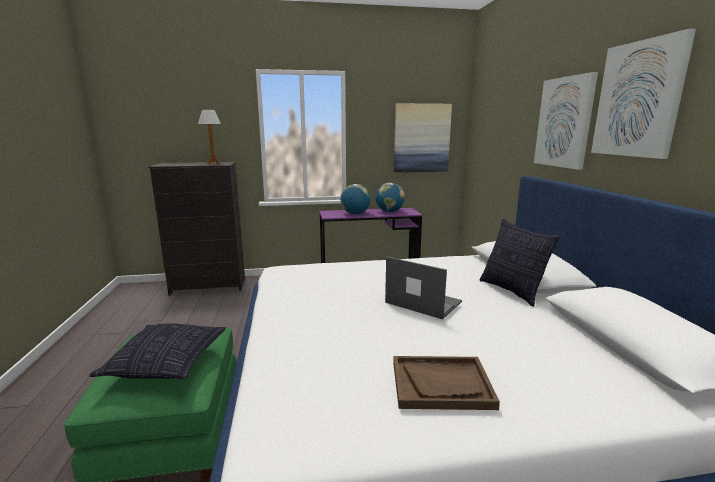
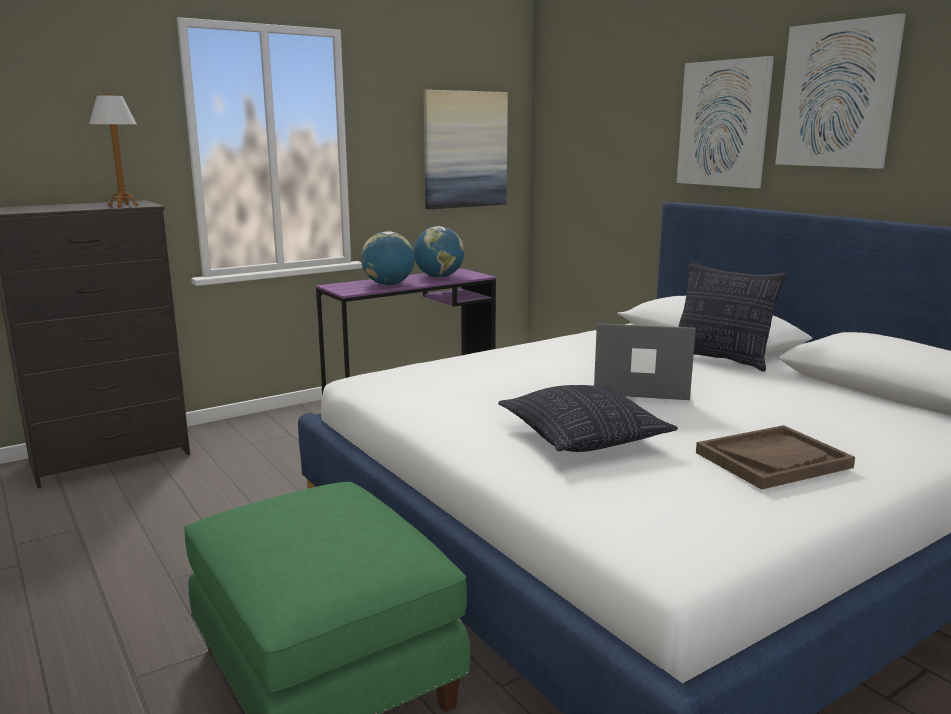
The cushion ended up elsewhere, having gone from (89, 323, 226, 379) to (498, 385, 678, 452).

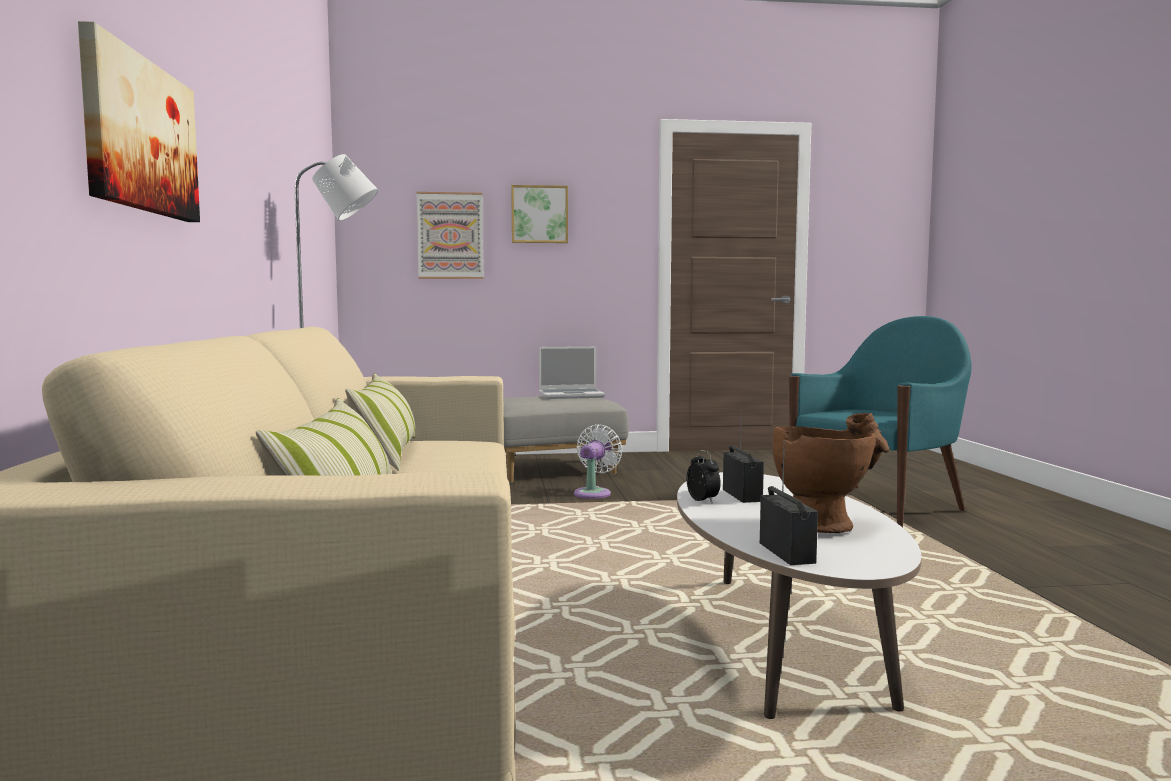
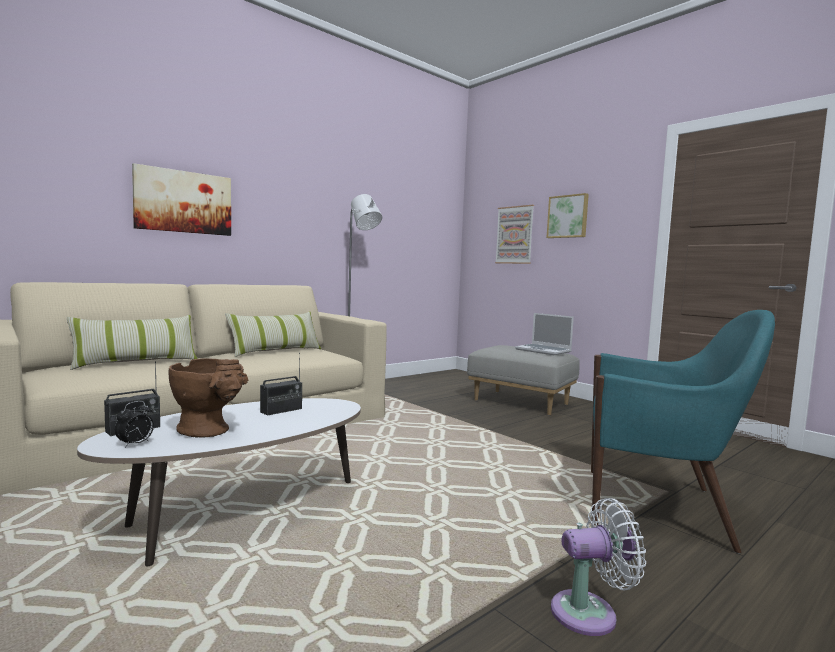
The cooling fan (white-coloured) ended up elsewhere, having gone from (574, 424, 622, 499) to (551, 498, 646, 636).
The alarm clock ended up elsewhere, having gone from (687, 450, 721, 503) to (115, 401, 154, 448).

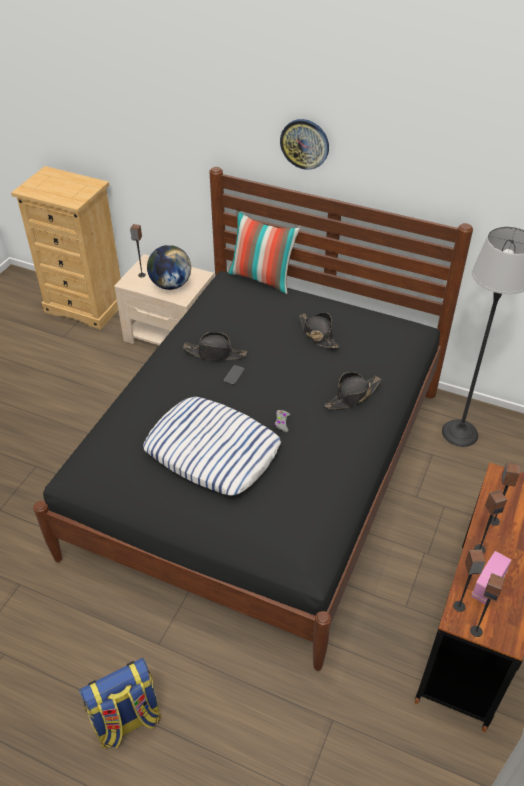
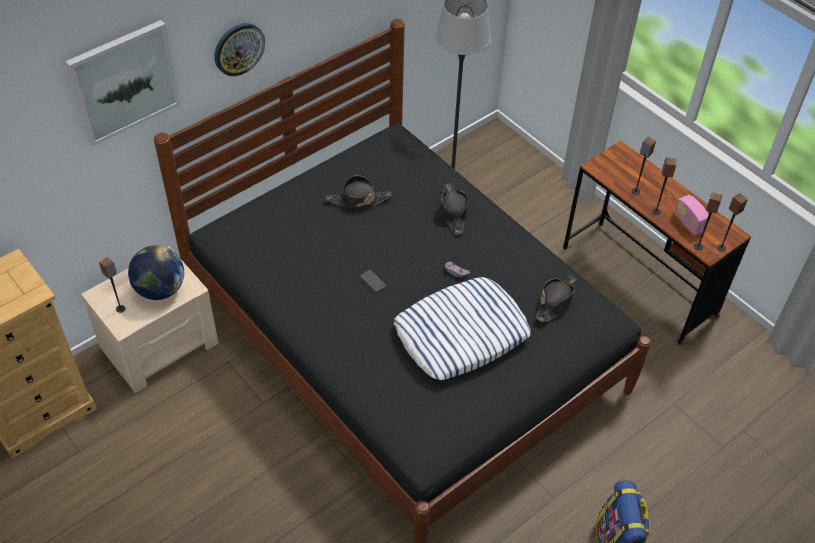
The second view lost the cushion at (228, 210, 300, 294).
The hat (black) ended up elsewhere, having gone from (183, 332, 247, 360) to (536, 276, 577, 323).
The second view gained the wall art at (65, 20, 181, 146).

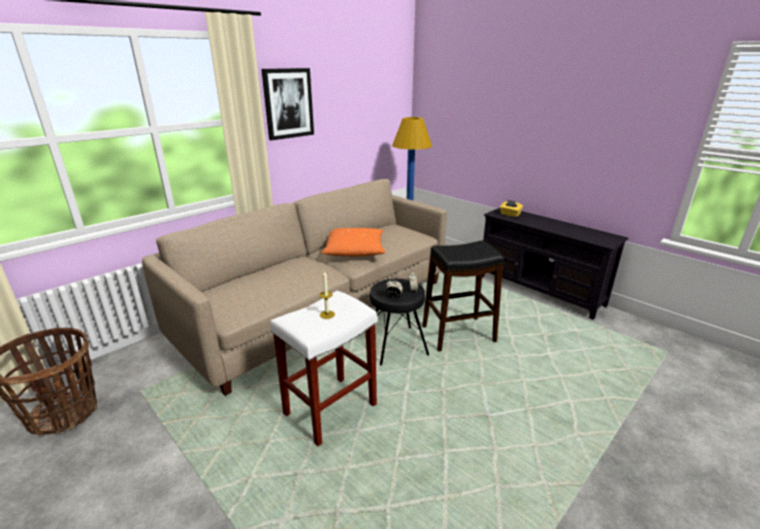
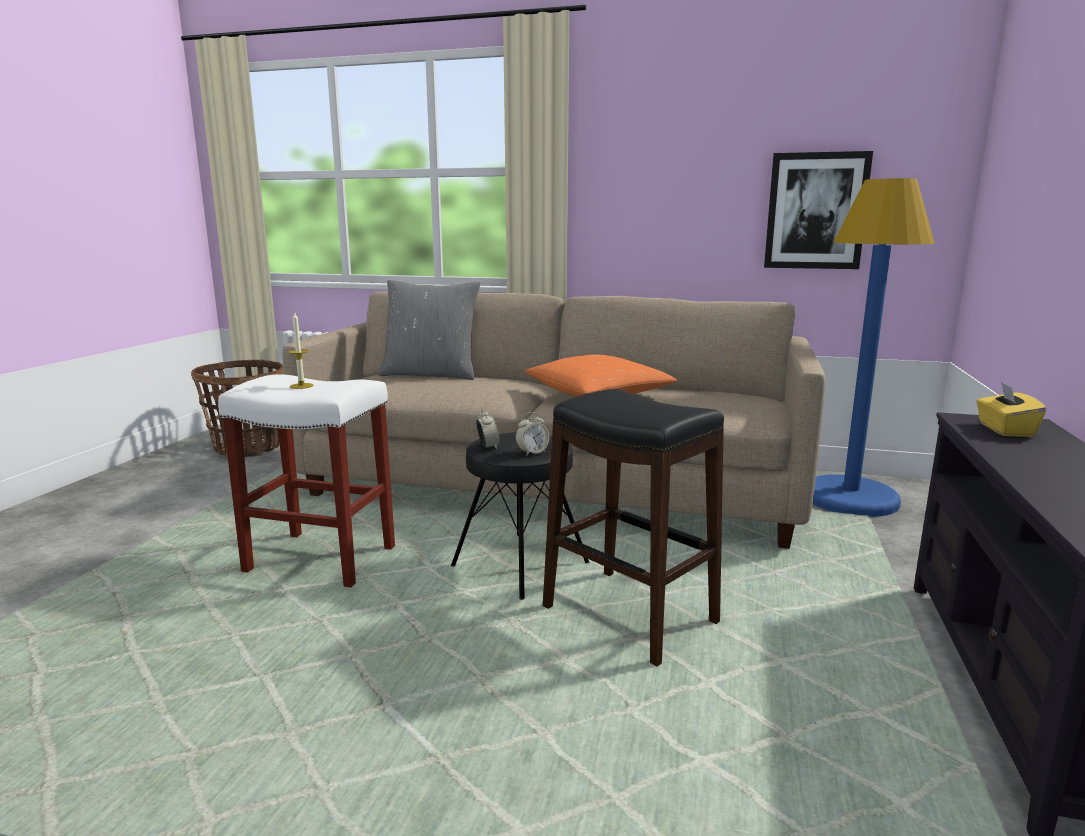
The wall art ended up elsewhere, having gone from (261, 68, 314, 141) to (764, 151, 873, 269).
The second view gained the cushion (greyish) at (378, 280, 480, 380).

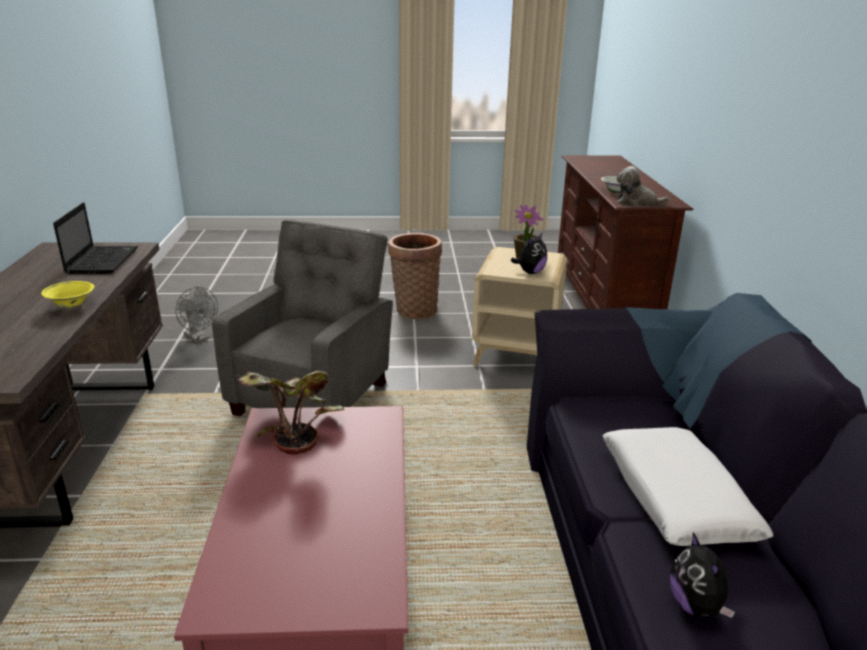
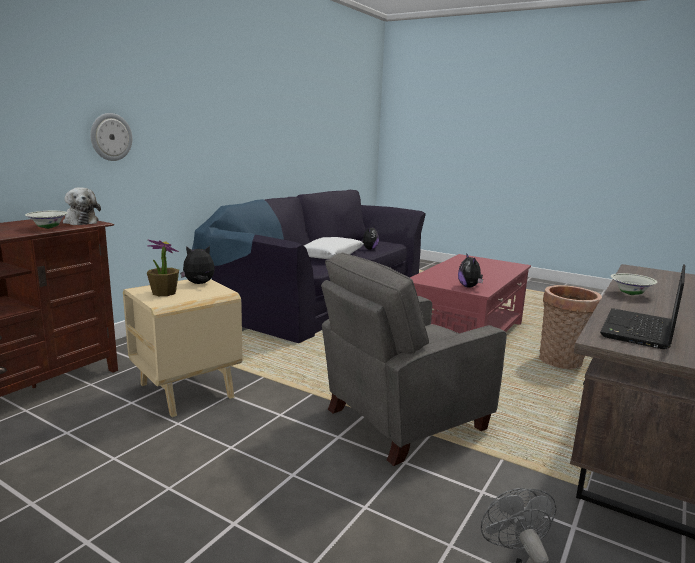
The basket ended up elsewhere, having gone from (388, 233, 442, 319) to (539, 285, 602, 369).
What was the deep dish (yellow-coloured) at (41, 281, 94, 308) turned into the deep dish (white-coloured) at (611, 273, 657, 295).
Where the houseplant stood at (237, 371, 344, 455), the plush toy came to stand at (458, 253, 483, 288).
The second view gained the wall clock at (90, 113, 132, 161).

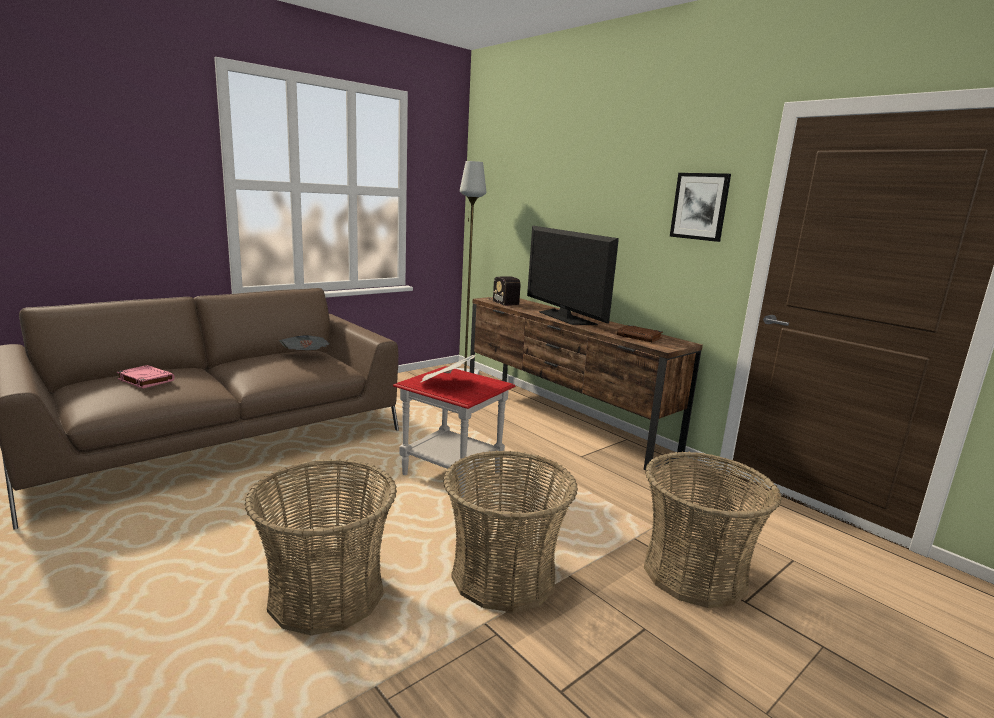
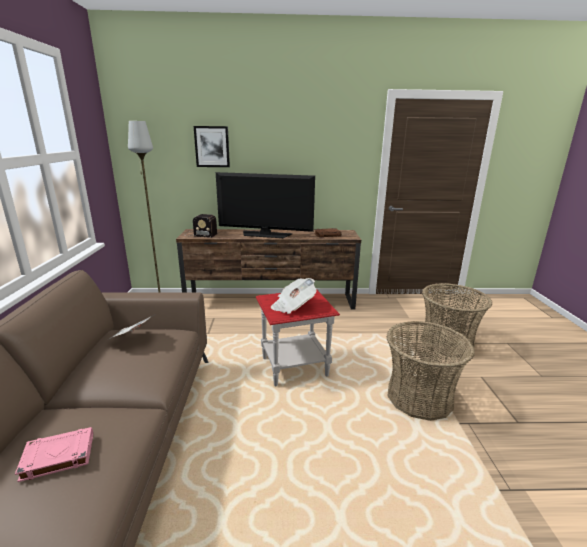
The wall art ended up elsewhere, having gone from (670, 173, 731, 242) to (194, 126, 230, 167).
The second view lost the basket at (244, 459, 397, 635).

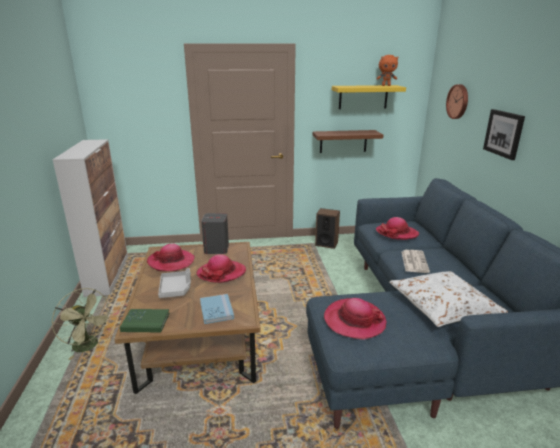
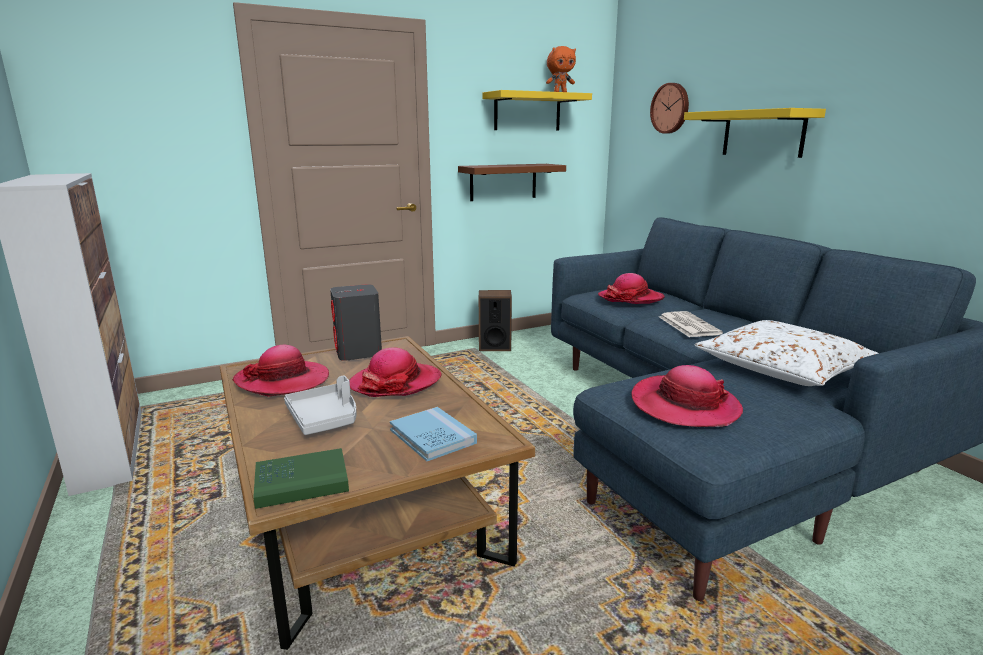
Where the wall art hung at (483, 109, 525, 160), the shelf (yellow-coloured) came to hang at (684, 108, 826, 158).
The second view lost the cooling fan (greenish) at (52, 288, 113, 360).

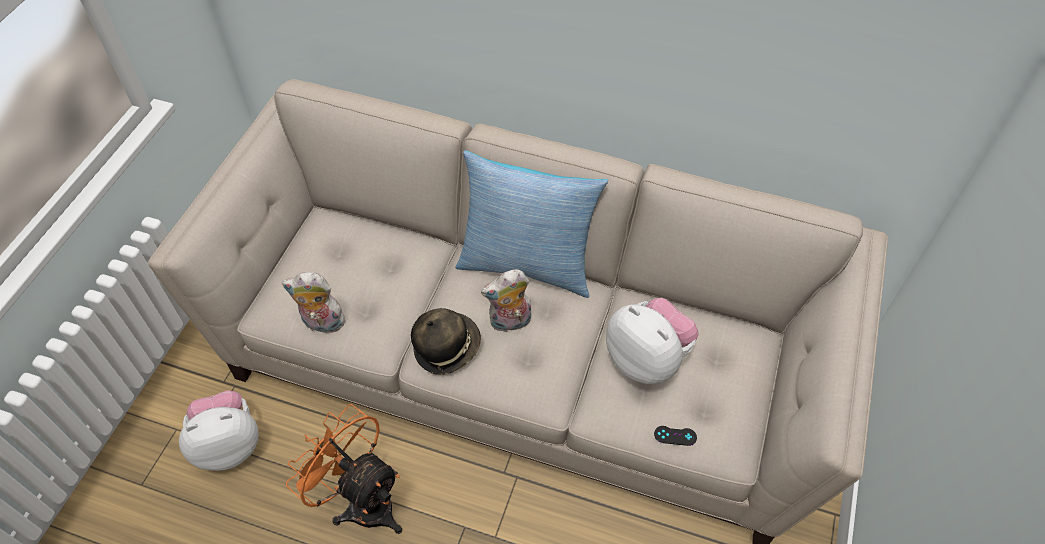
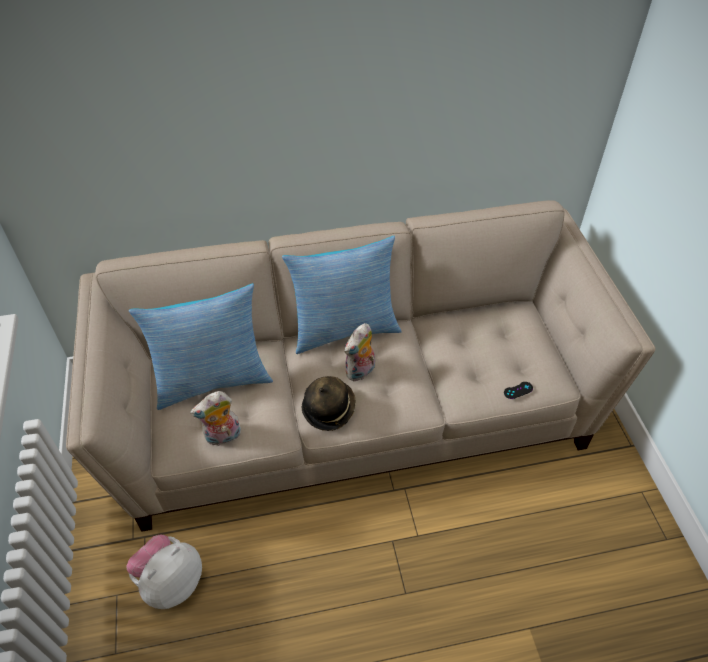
The second view lost the plush toy at (606, 298, 698, 384).
The second view lost the cooling fan (orange-coloured) at (286, 404, 402, 534).
The second view gained the cushion at (129, 283, 273, 410).

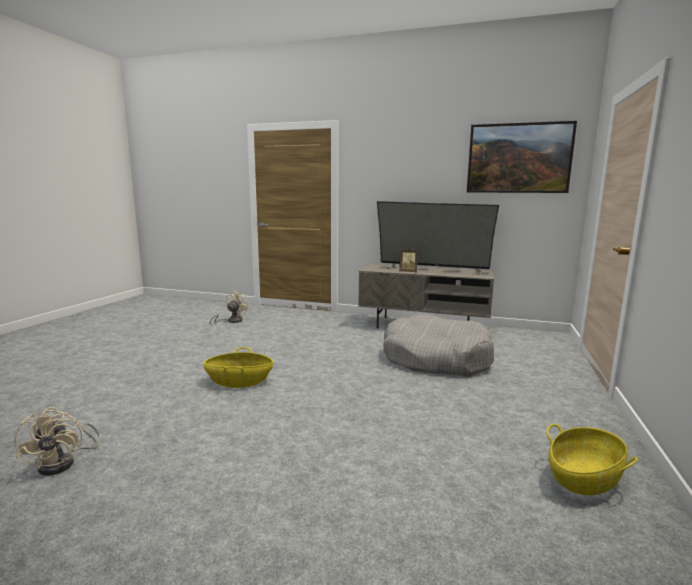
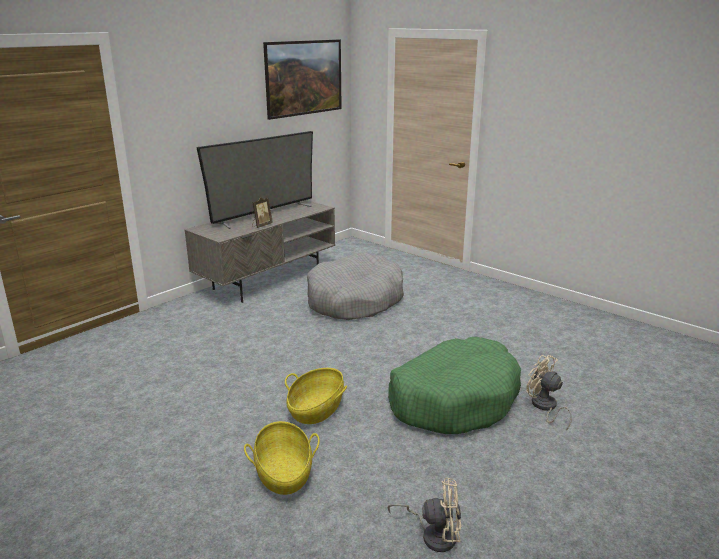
The cooling fan (beige-coloured) ended up elsewhere, having gone from (210, 291, 249, 324) to (526, 355, 572, 431).
The basket ended up elsewhere, having gone from (546, 424, 638, 496) to (244, 421, 320, 495).
The second view gained the pet bed (greenish) at (388, 337, 521, 434).

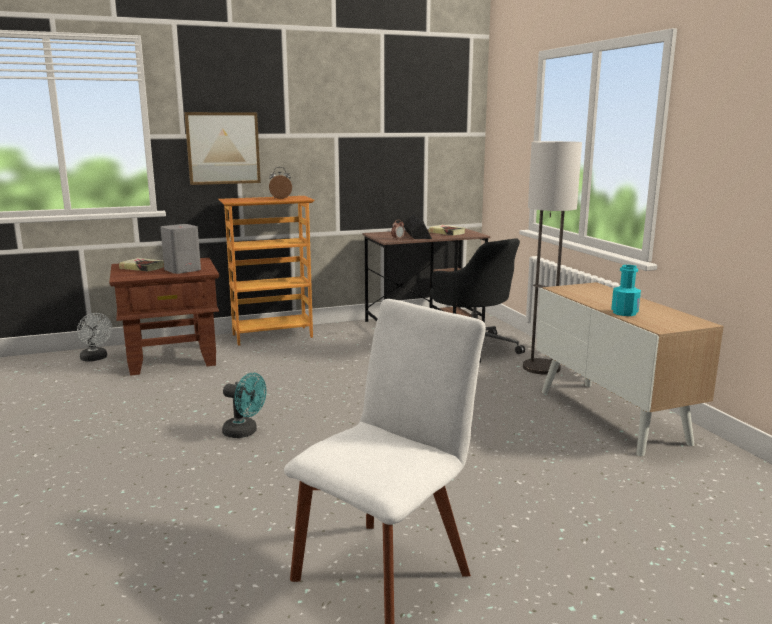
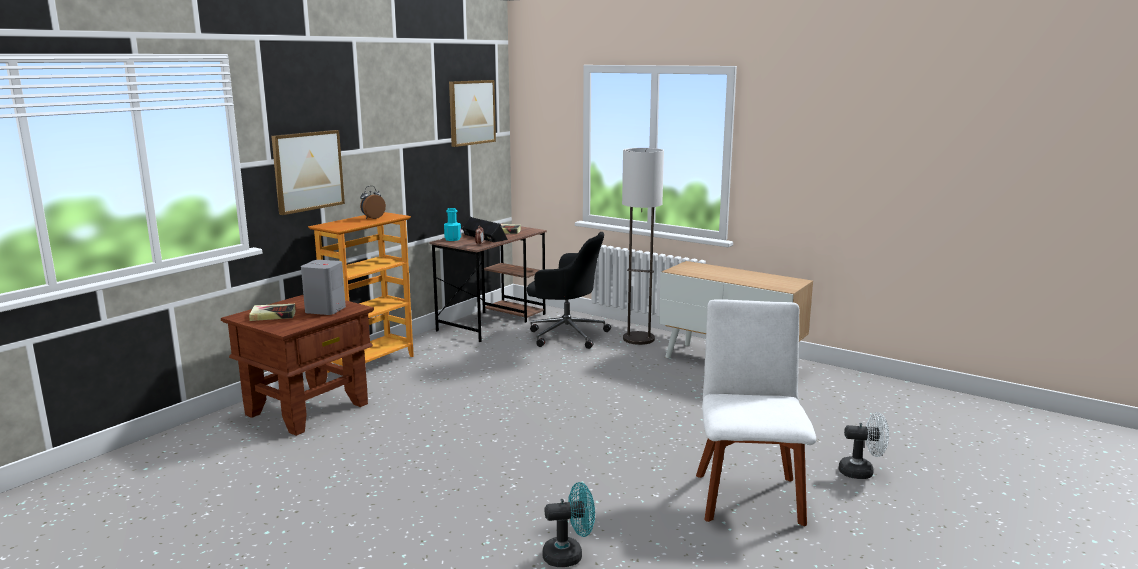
The bottle (turquoise-coloured) ended up elsewhere, having gone from (611, 265, 641, 316) to (444, 208, 461, 241).
The cooling fan (white-coloured) ended up elsewhere, having gone from (77, 313, 112, 362) to (839, 412, 889, 479).
The cooling fan (turquoise-coloured) ended up elsewhere, having gone from (222, 373, 266, 438) to (542, 482, 595, 567).
The second view gained the wall art at (449, 80, 496, 147).

